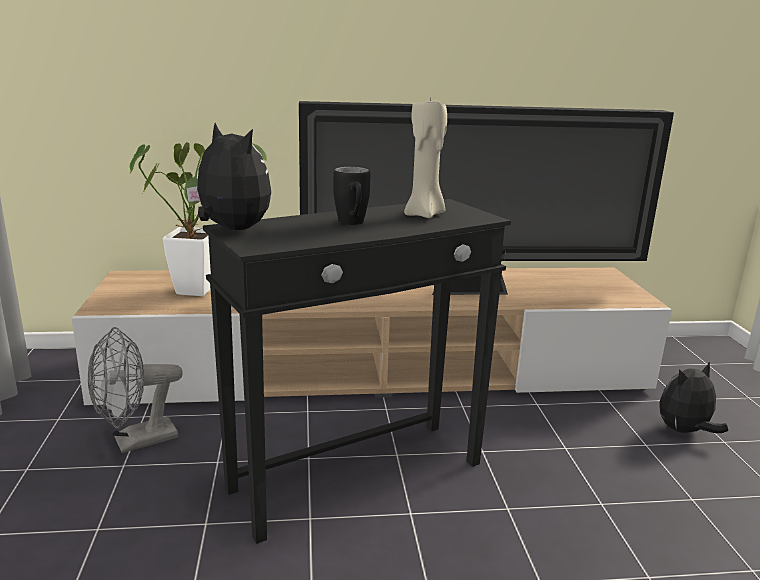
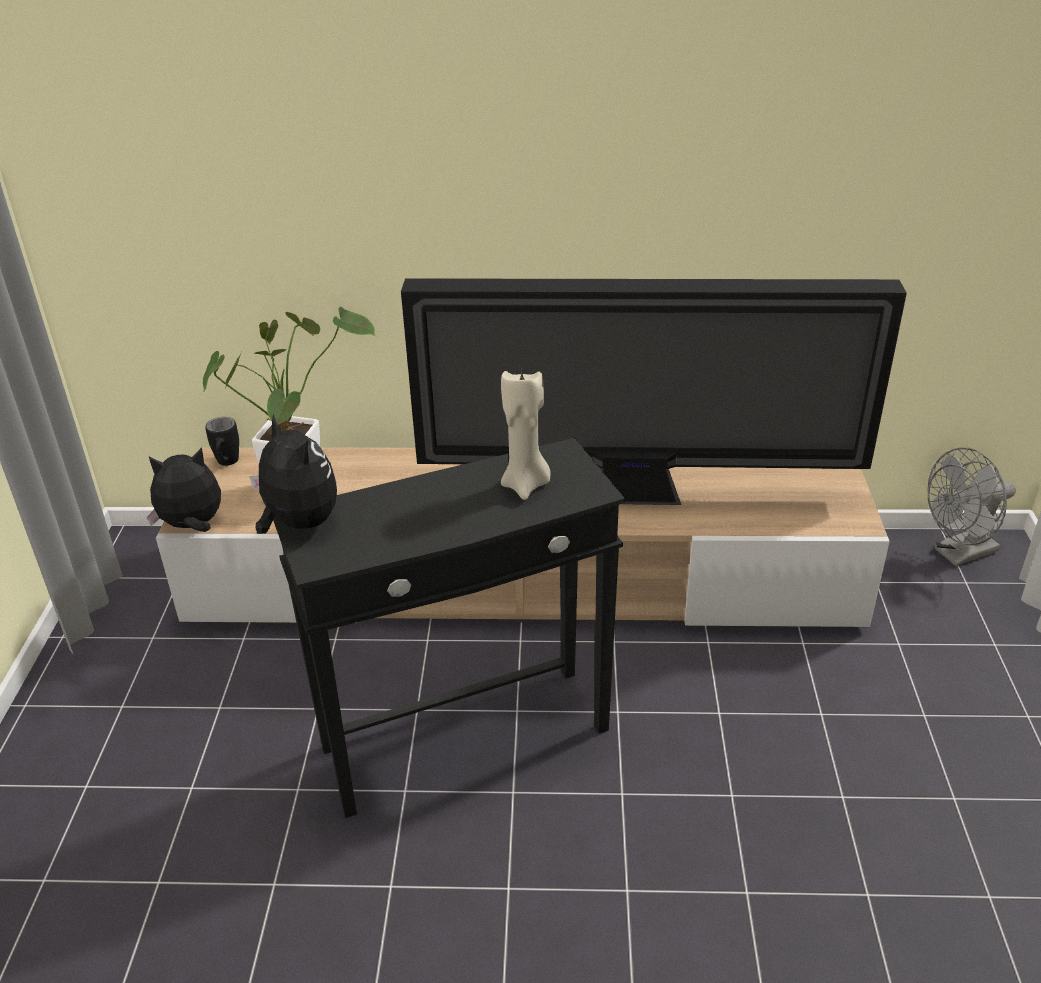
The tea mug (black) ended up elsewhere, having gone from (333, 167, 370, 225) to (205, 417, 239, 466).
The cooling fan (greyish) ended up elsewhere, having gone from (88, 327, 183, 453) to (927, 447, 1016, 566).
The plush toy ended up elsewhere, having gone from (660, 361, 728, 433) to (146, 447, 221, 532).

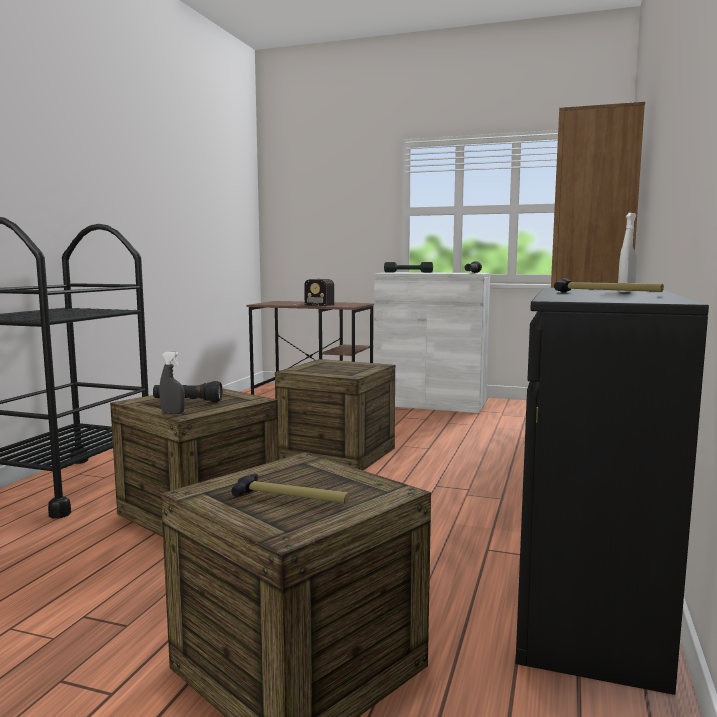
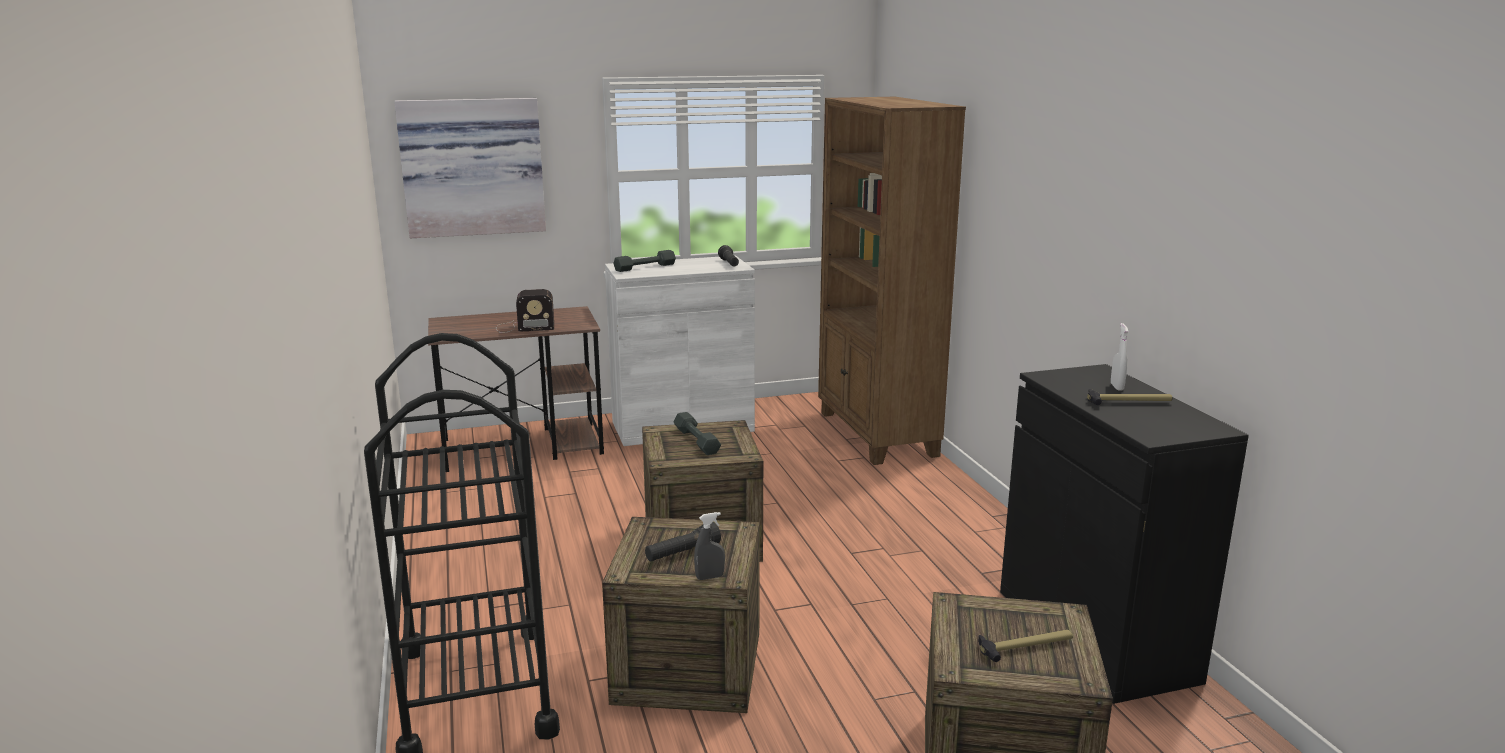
The second view gained the wall art at (394, 98, 546, 238).
The second view gained the dumbbell (greyish) at (673, 412, 721, 455).

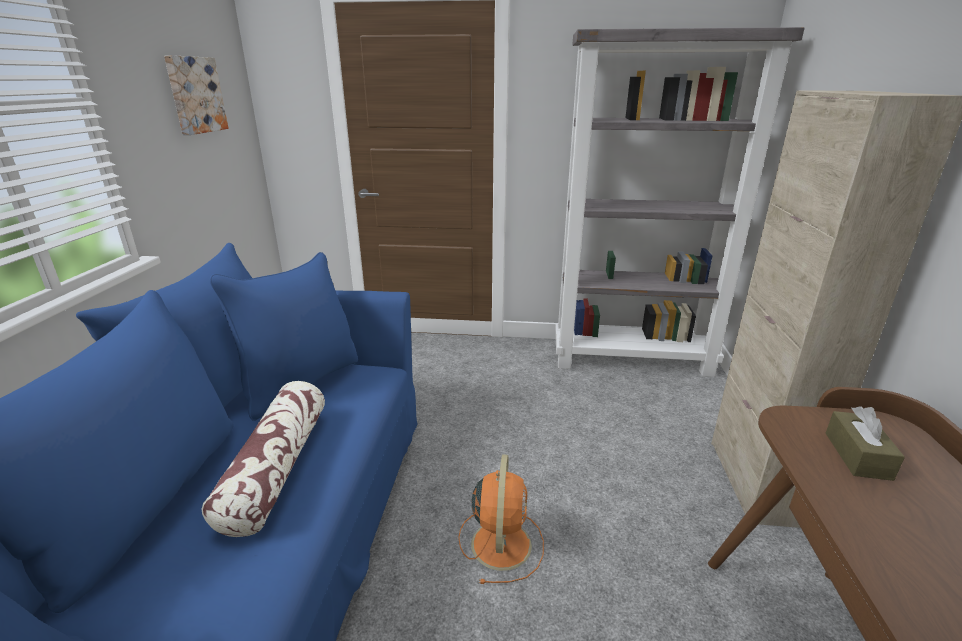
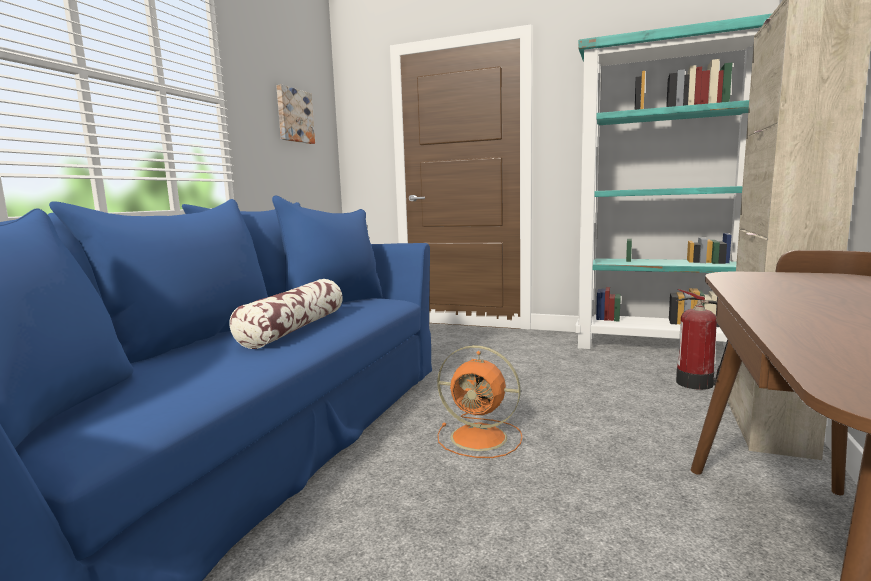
What was the bookcase (greyish) at (555, 27, 805, 377) turned into the bookcase (turquoise-coloured) at (575, 14, 771, 349).
The second view lost the tissue holder (brownish) at (826, 406, 905, 481).
The cooling fan (orange-coloured) at (458, 454, 544, 584) ended up facing another way, 90 degrees clockwise from before.
The second view gained the extinguisher at (676, 289, 728, 390).

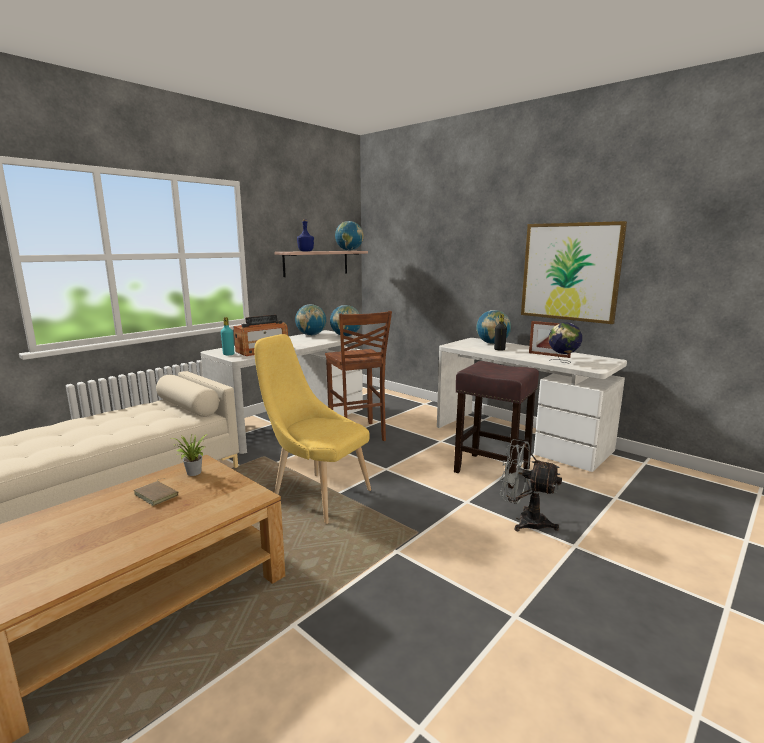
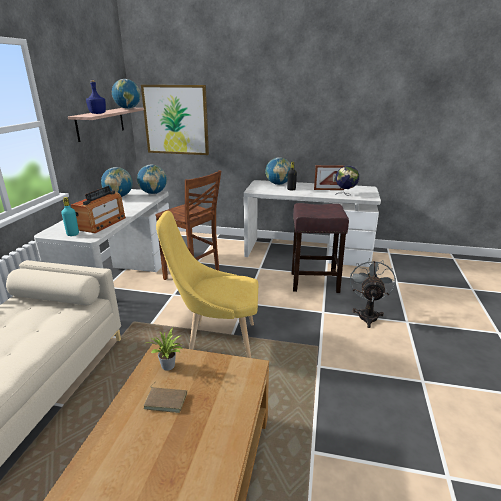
The wall art ended up elsewhere, having gone from (521, 221, 627, 324) to (141, 85, 209, 155).
The cooling fan (greyish) at (500, 439, 562, 531) ended up facing another way, 105 degrees clockwise from before.

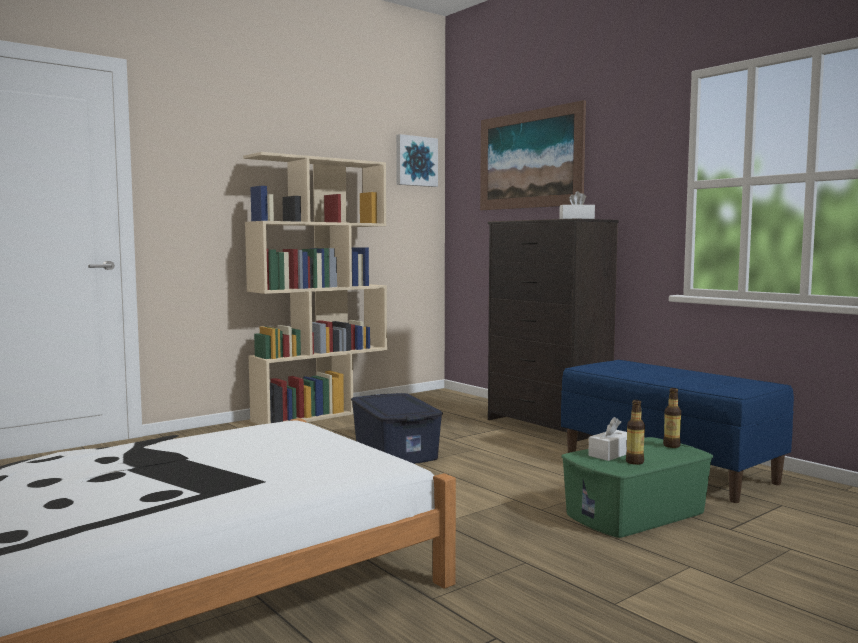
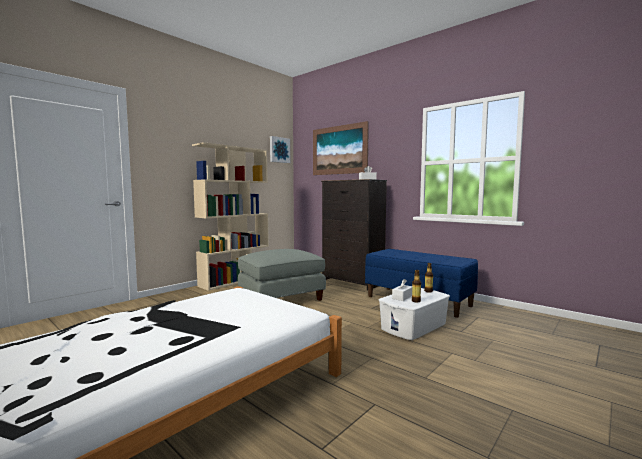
Where the storage box (blue) stood at (351, 393, 443, 464), the ottoman (greyish) came to stand at (238, 249, 326, 301).
What was the storage box (greenish) at (561, 437, 713, 538) turned into the storage box (white-coloured) at (379, 288, 450, 340).

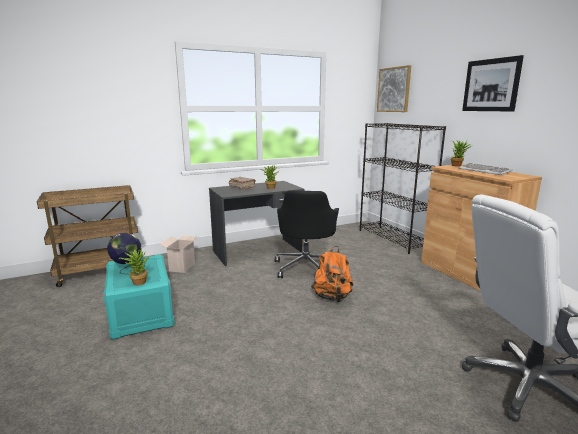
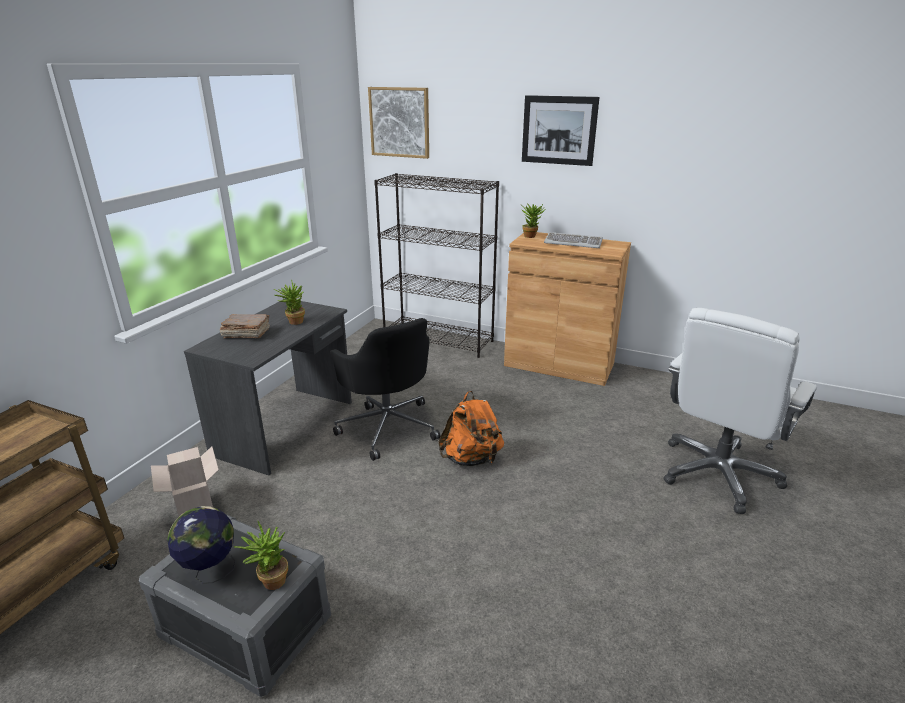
What was the storage box (turquoise-coloured) at (103, 254, 174, 340) turned into the storage box (greyish) at (139, 514, 331, 697).

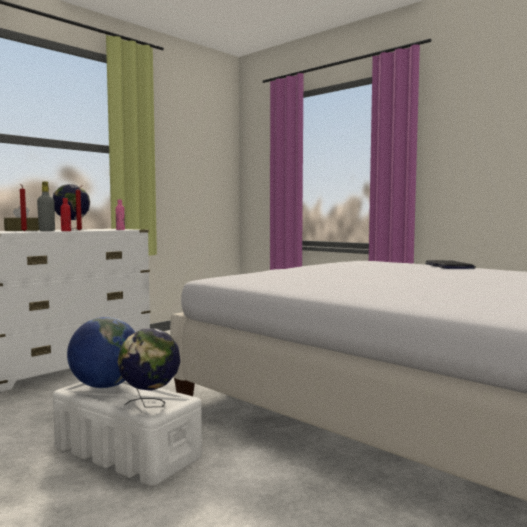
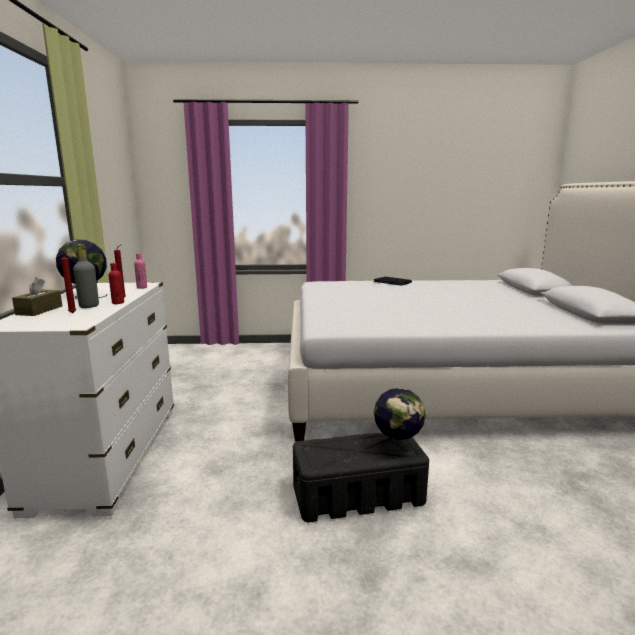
The second view lost the world globe at (67, 317, 135, 388).
What was the storage box (white-coloured) at (53, 381, 202, 486) turned into the storage box (black) at (293, 433, 429, 522).

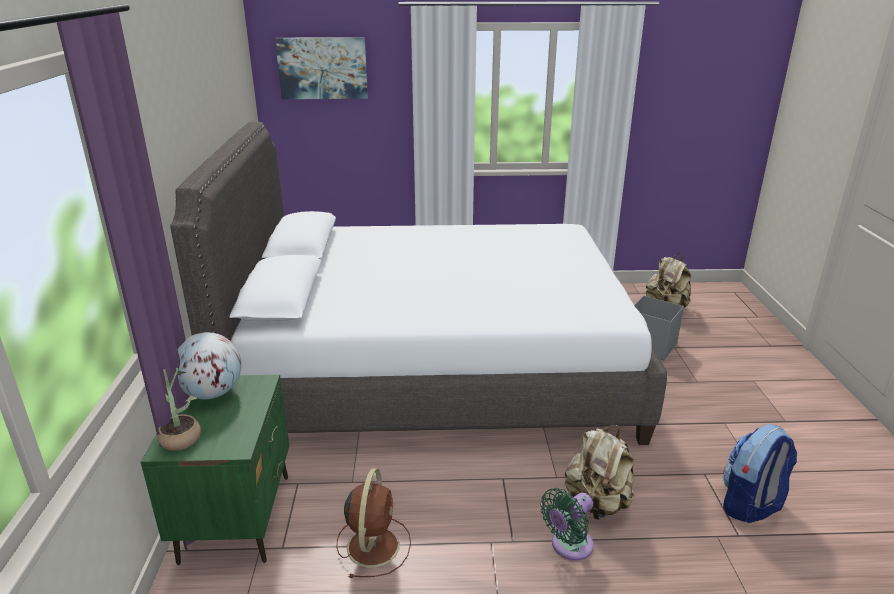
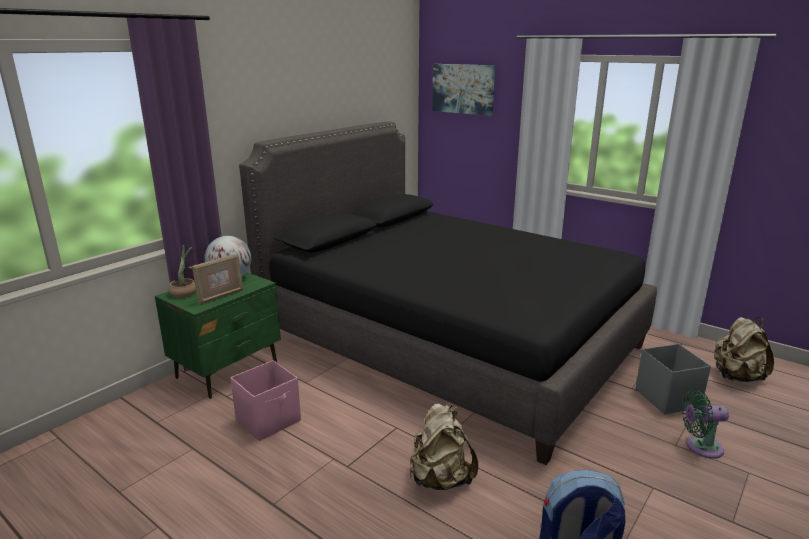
What was the sleeping bed (white-coloured) at (170, 122, 667, 445) turned into the sleeping bed (black) at (239, 121, 657, 465).
Where the cooling fan (brownish) stood at (337, 468, 411, 578), the storage box (pink-coloured) came to stand at (230, 360, 301, 441).
The cooling fan (greenish) ended up elsewhere, having gone from (540, 488, 594, 560) to (682, 390, 729, 459).
The second view gained the standing frame at (192, 253, 244, 305).

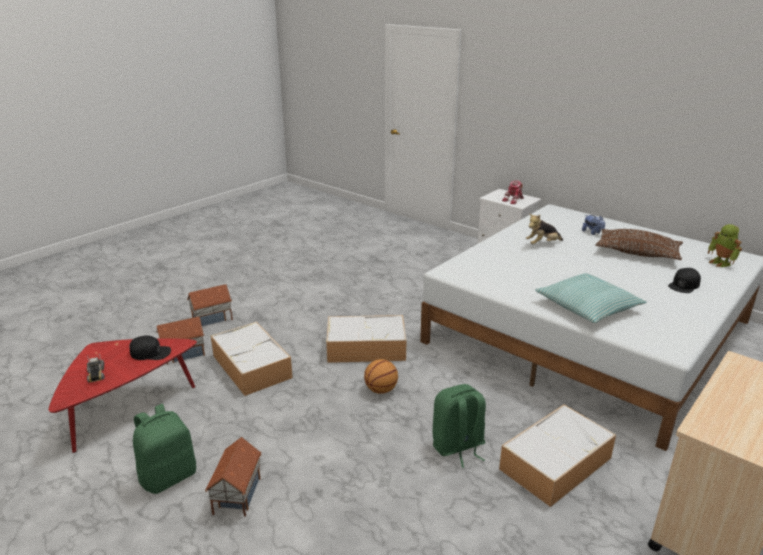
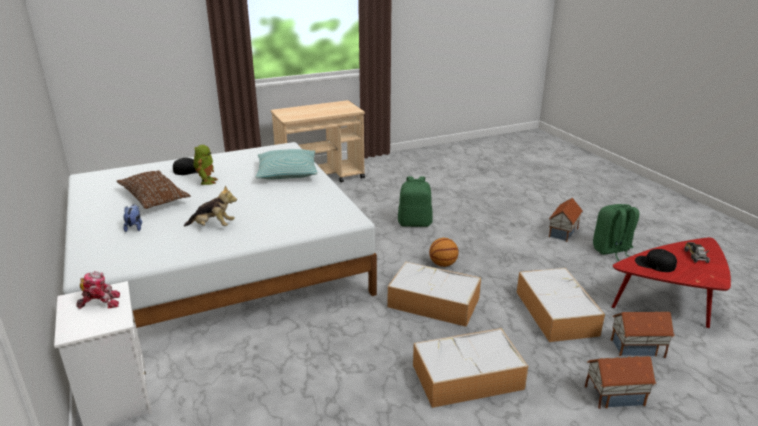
The model robot ended up elsewhere, having gone from (708, 224, 742, 267) to (194, 145, 218, 185).
The storage box ended up elsewhere, having gone from (499, 405, 616, 507) to (413, 328, 528, 408).

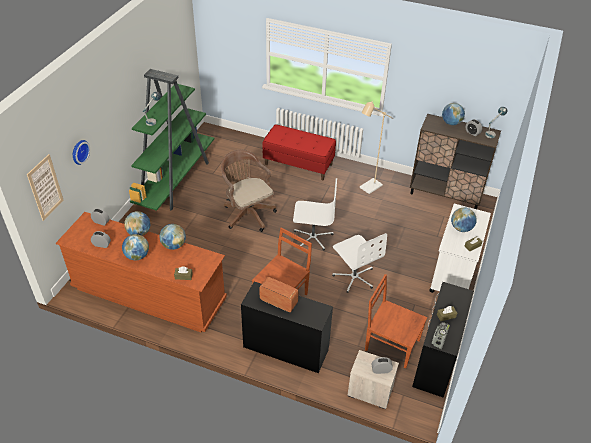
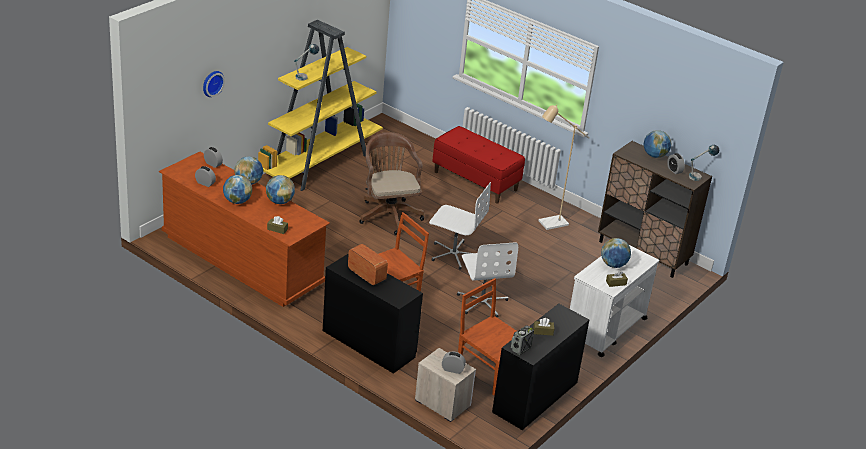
What was the bookcase (greenish) at (129, 69, 214, 211) turned into the bookcase (yellow-coloured) at (258, 20, 383, 191).
The second view lost the wall art at (27, 154, 63, 221).

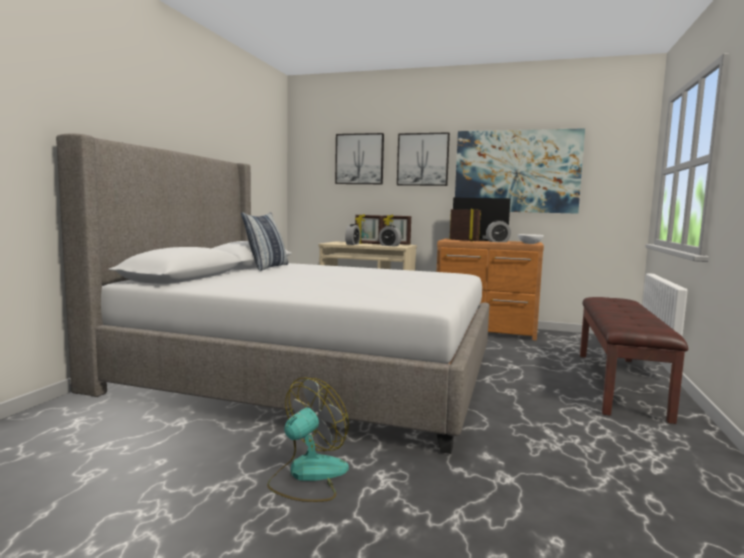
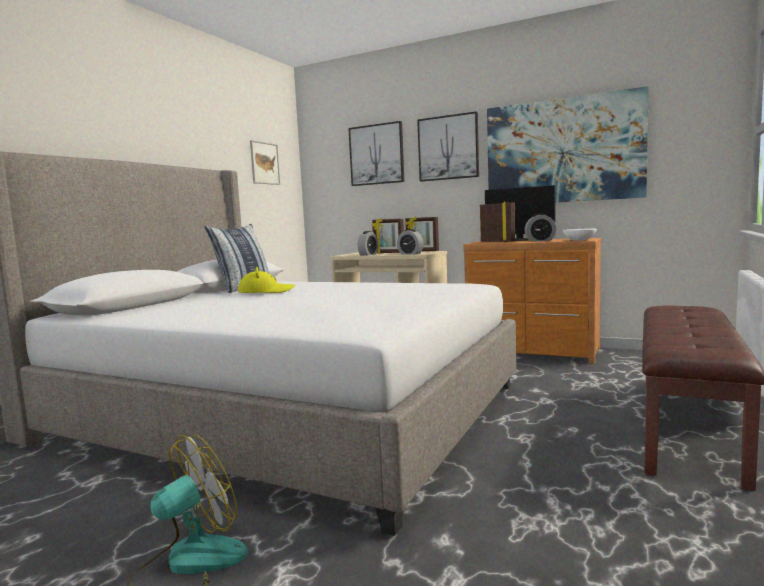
The second view gained the wall art at (250, 140, 280, 185).
The second view gained the hat (yellow-coloured) at (238, 267, 295, 293).

